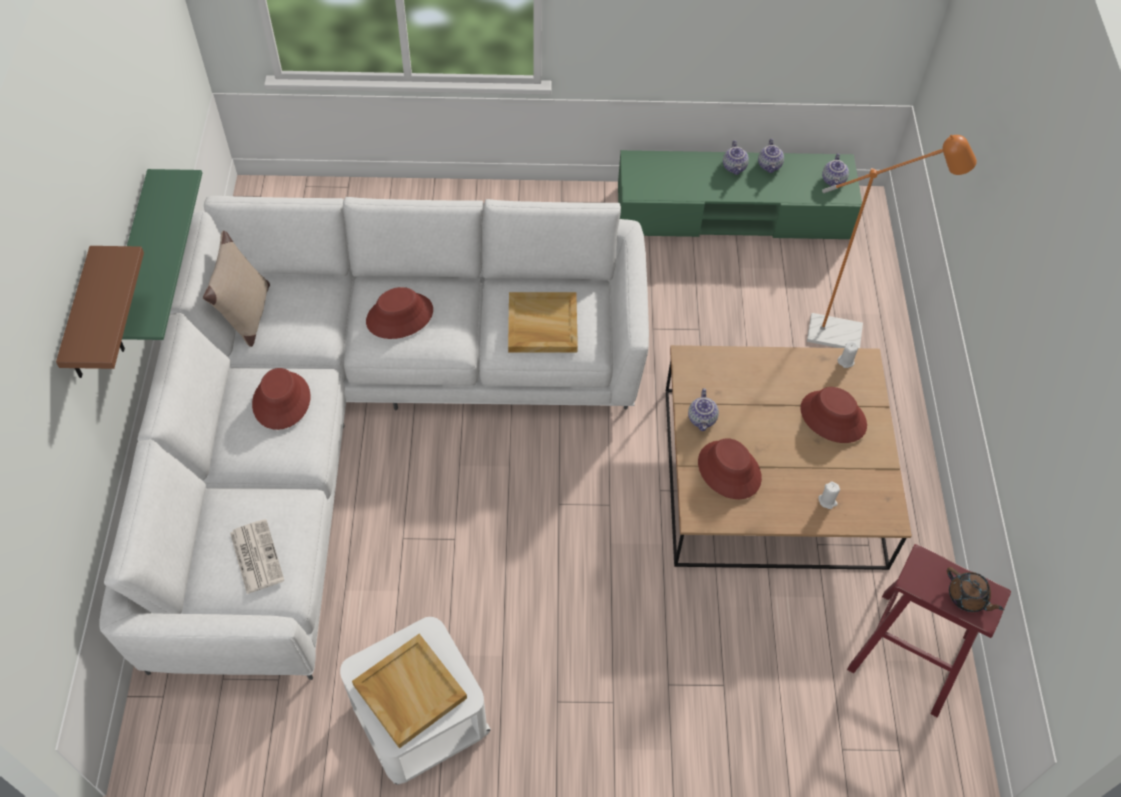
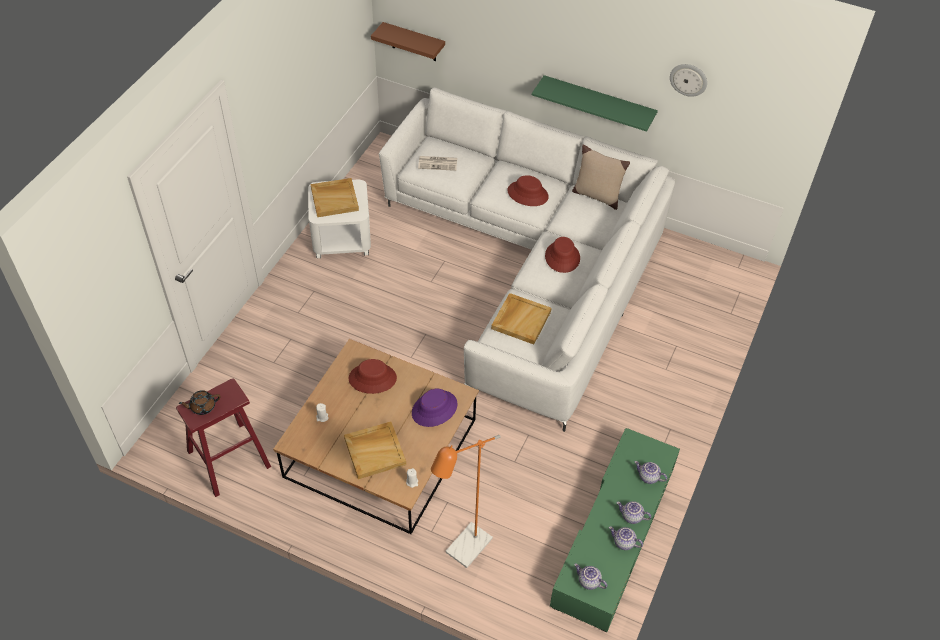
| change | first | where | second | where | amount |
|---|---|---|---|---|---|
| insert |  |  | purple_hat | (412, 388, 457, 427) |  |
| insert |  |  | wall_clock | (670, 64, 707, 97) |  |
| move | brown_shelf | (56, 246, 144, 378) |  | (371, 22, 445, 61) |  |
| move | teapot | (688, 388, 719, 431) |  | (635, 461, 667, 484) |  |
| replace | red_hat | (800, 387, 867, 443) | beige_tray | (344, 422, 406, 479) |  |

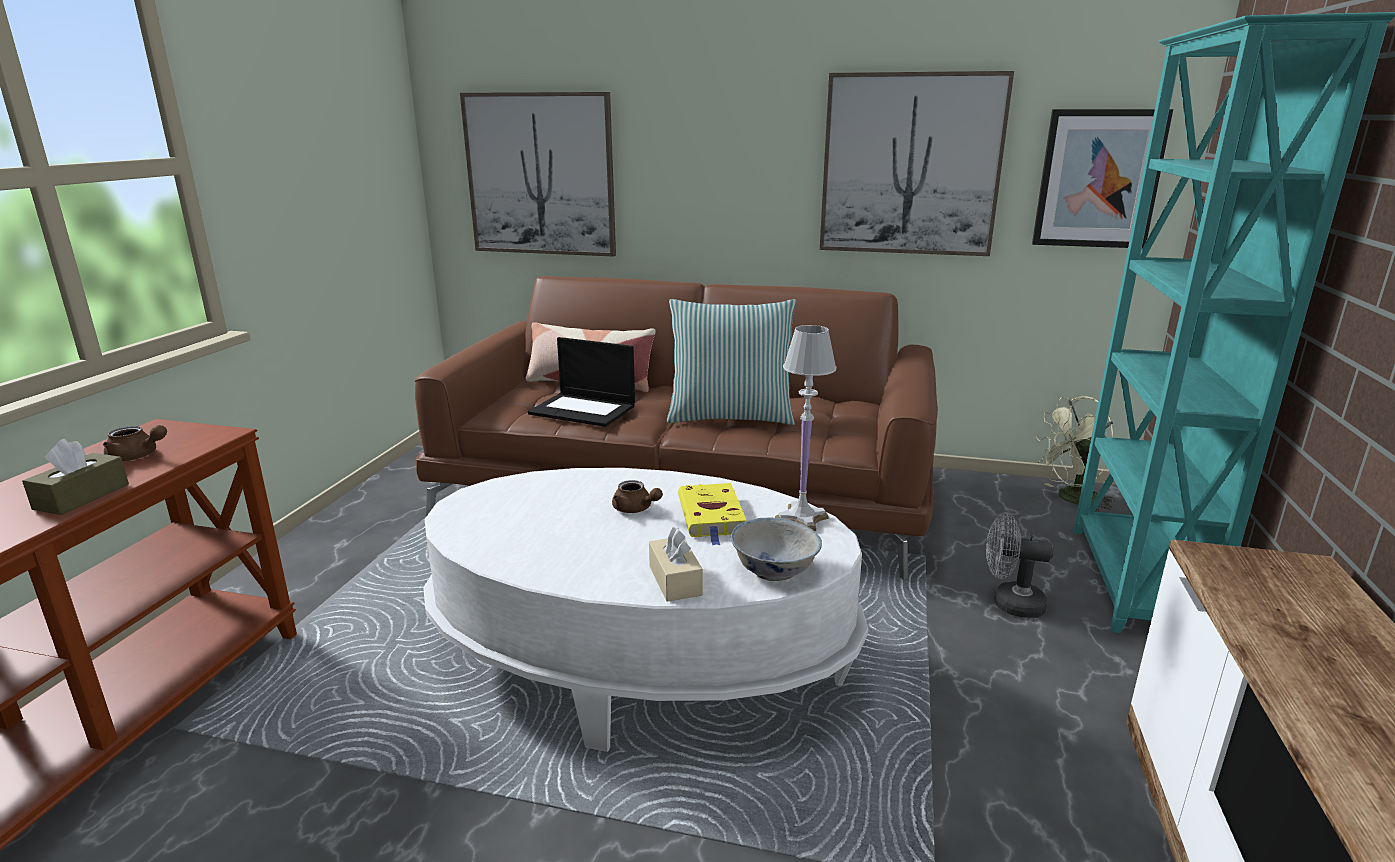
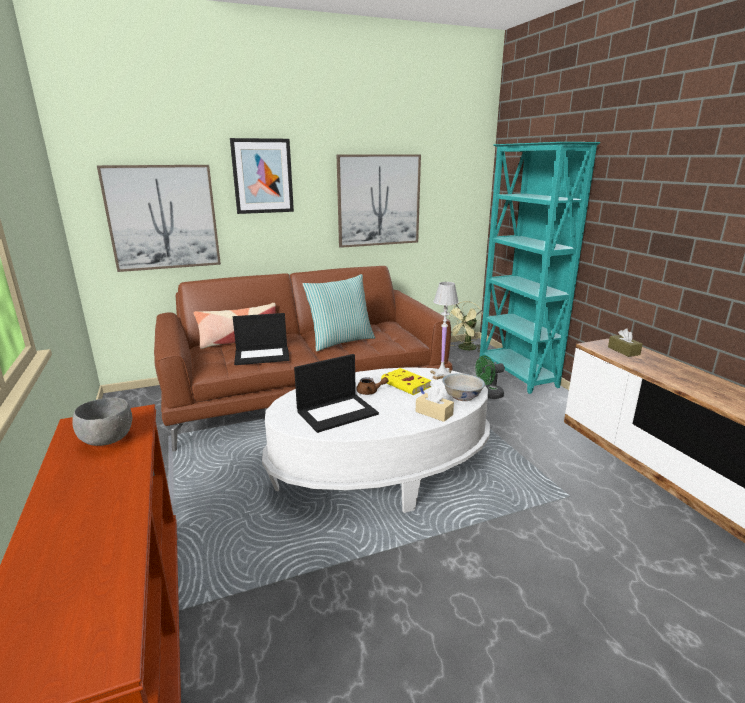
| change | first | where | second | where | amount |
|---|---|---|---|---|---|
| insert |  |  | laptop | (294, 354, 379, 433) |  |
| move | brown_tissue_box | (22, 439, 129, 515) |  | (608, 329, 643, 357) |  |
| move | picture | (1032, 109, 1173, 248) |  | (230, 138, 294, 214) |  |
| replace | brown_teapot | (103, 425, 167, 461) | grey_bowl | (72, 397, 132, 446) |  |
| recolor | grey_fan | (986, 513, 1054, 618) | green_fan | (475, 355, 505, 399) |  |

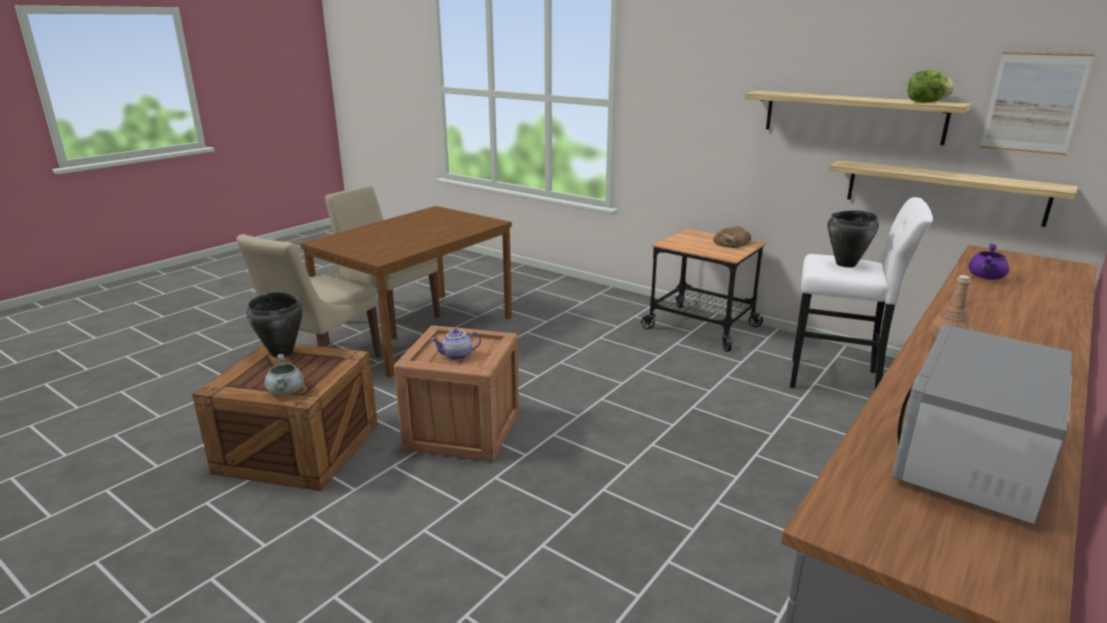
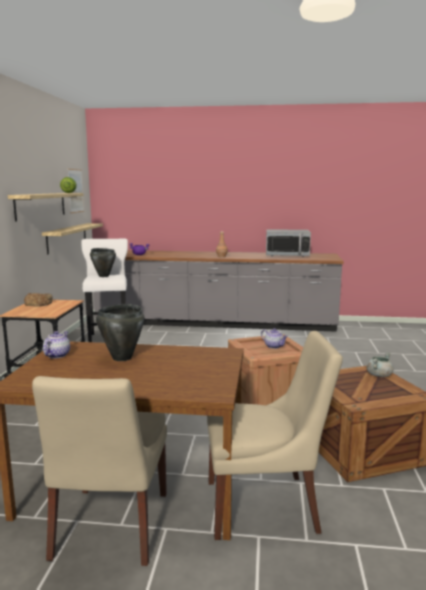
| change | first | where | second | where | amount |
|---|---|---|---|---|---|
| insert |  |  | teapot | (43, 331, 70, 358) |  |
| move | black_cooking_pot | (246, 292, 303, 358) |  | (96, 304, 144, 361) |  |

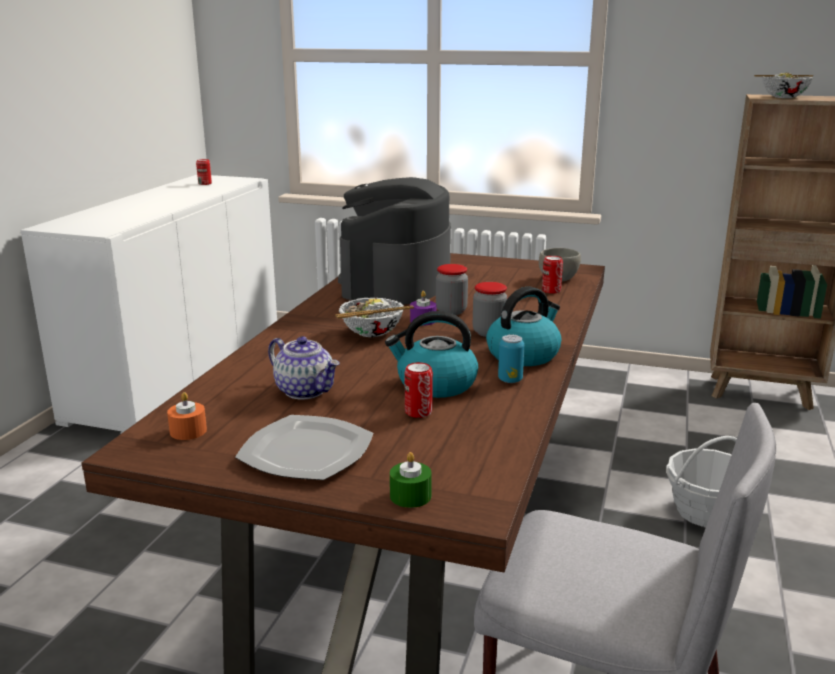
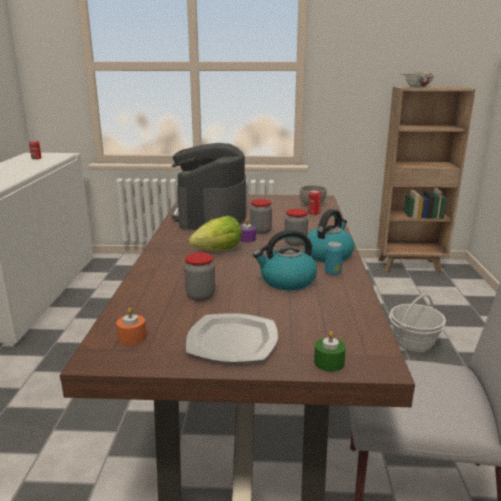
| change | first | where | second | where | amount |
|---|---|---|---|---|---|
| delete | can | (405, 362, 433, 418) |  |  |  |
| replace | teapot | (268, 336, 340, 399) | jar | (184, 252, 215, 301) |  |
| replace | bowl | (335, 298, 414, 337) | lettuce | (189, 216, 242, 250) |  |

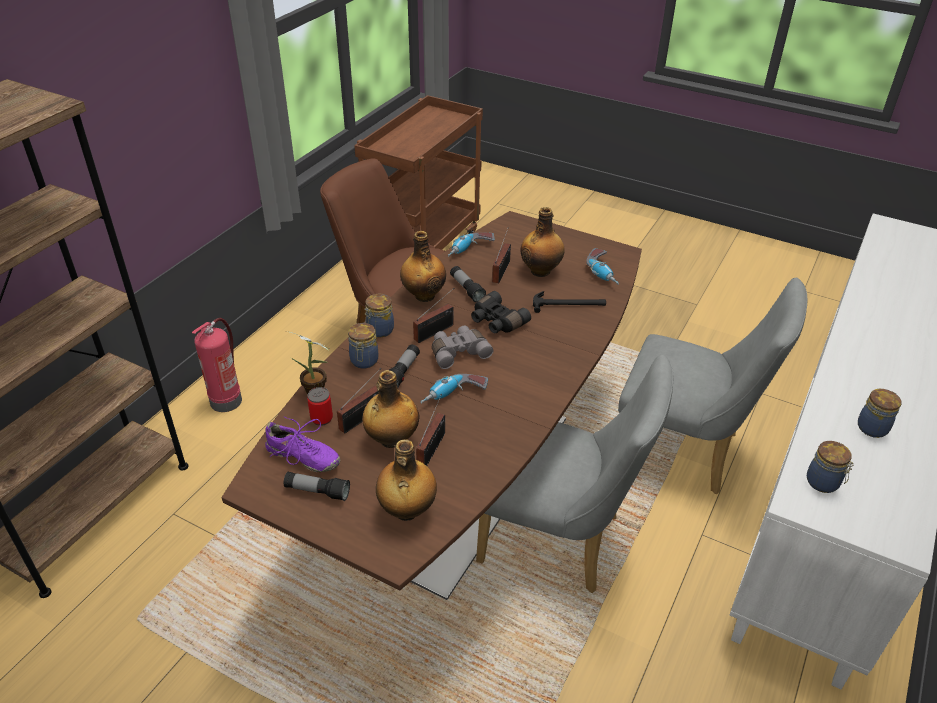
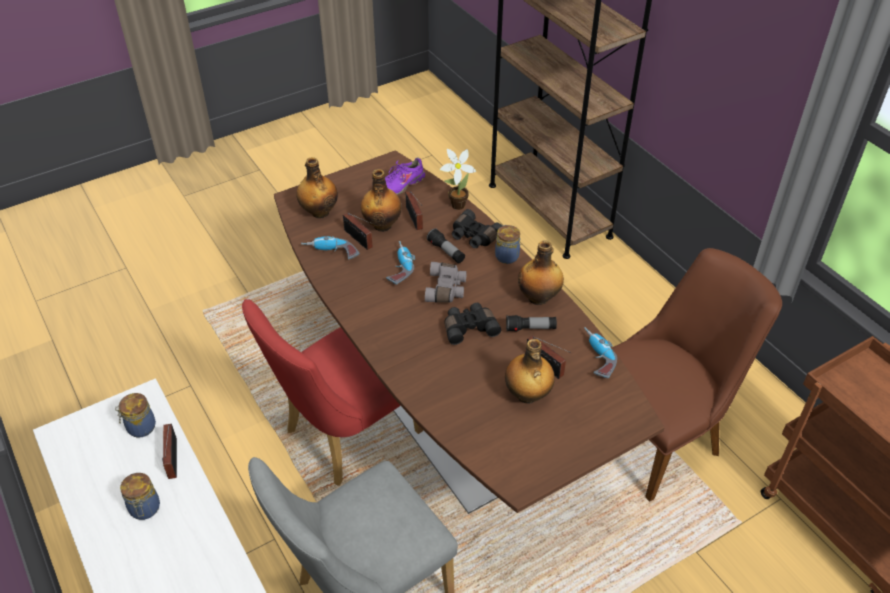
| change | first | where | second | where | amount |
|---|---|---|---|---|---|
| delete | fire_extinguisher | (192, 318, 242, 412) |  |  |  |
| delete | flashlight | (284, 472, 350, 501) |  |  |  |
| delete | can | (307, 387, 333, 426) |  |  |  |
| delete | hammer | (533, 291, 606, 313) |  |  |  |
| move | radio | (413, 288, 454, 343) |  | (162, 424, 177, 479) |  |
| move | power_drill | (586, 249, 619, 284) |  | (301, 236, 360, 260) |  |
| replace | jar | (348, 323, 378, 369) | black_binoculars | (452, 209, 502, 248) |  |
| recolor | grey_chair | (476, 355, 673, 593) | red_chair | (242, 299, 423, 486) |  |

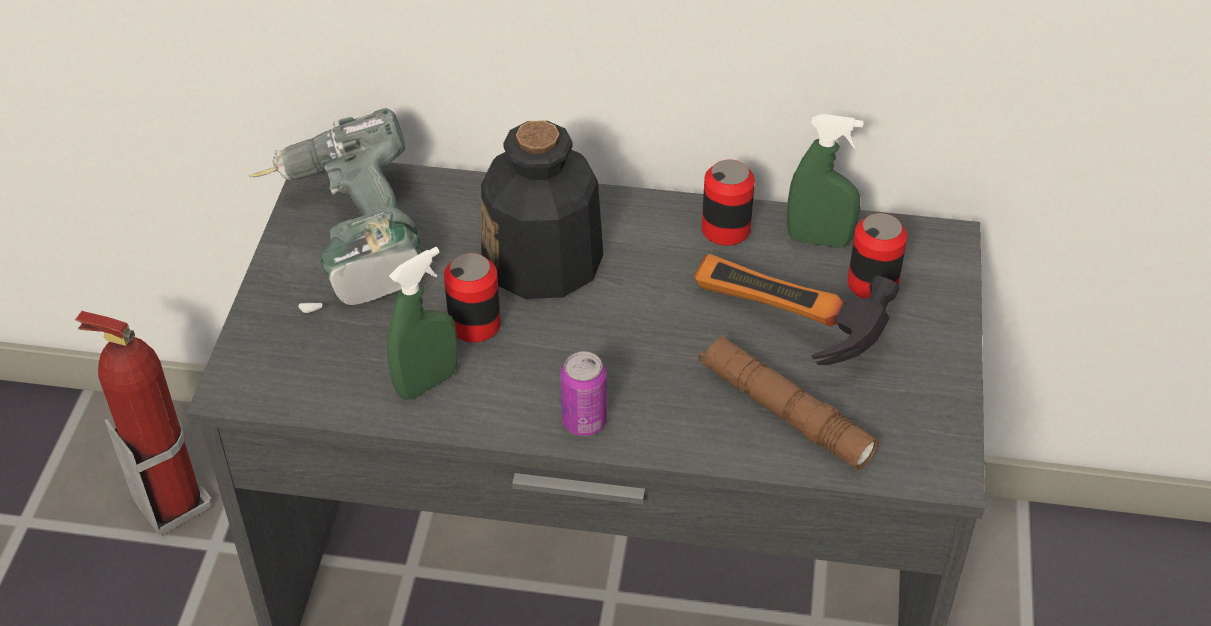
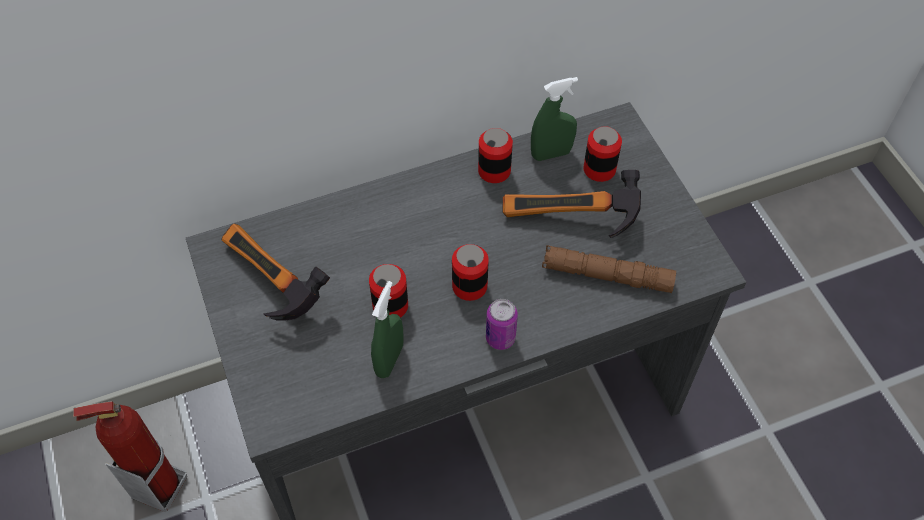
| change | first | where | second | where | amount |
|---|---|---|---|---|---|
| delete | bottle | (481, 120, 603, 299) |  |  |  |
| insert |  |  | can | (452, 244, 489, 301) |  |
| replace | power_drill | (249, 108, 425, 313) | hammer | (222, 223, 330, 321) |  |

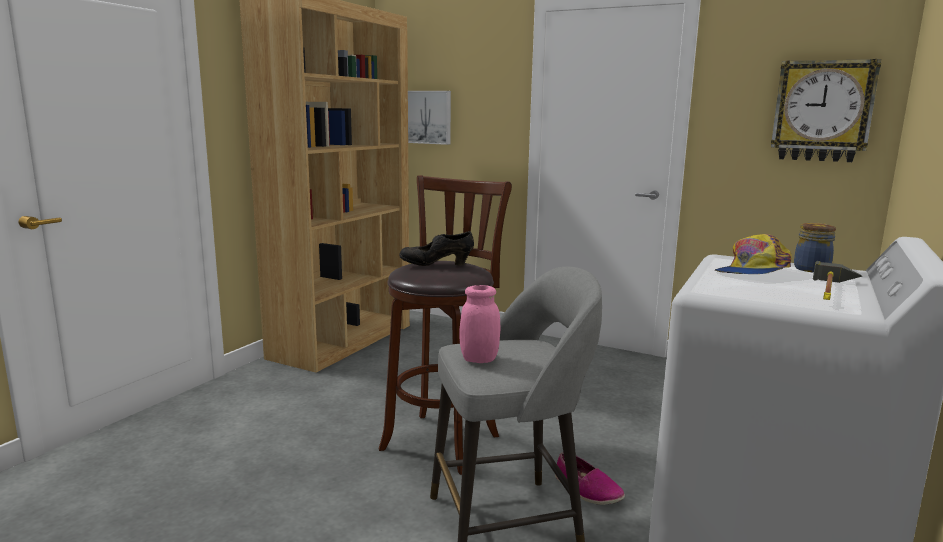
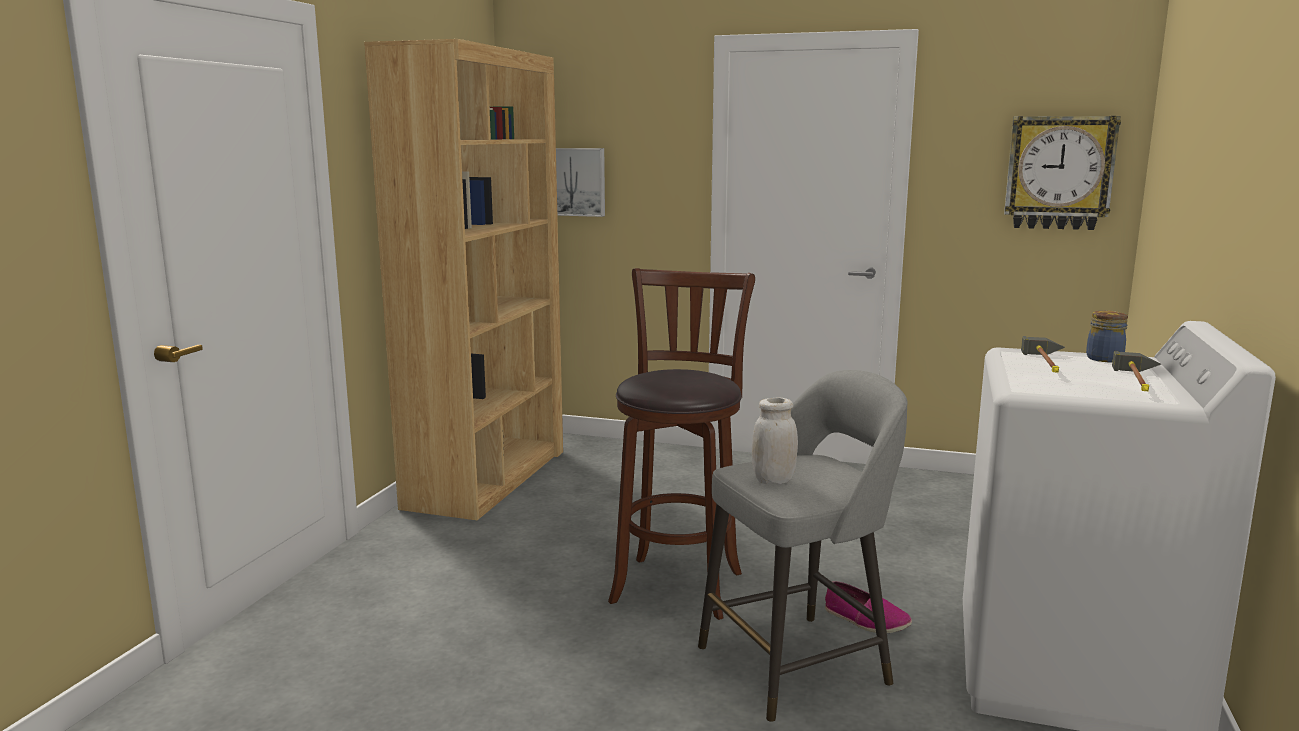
| change | first | where | second | where | amount |
|---|---|---|---|---|---|
| delete | black_shoe | (399, 231, 474, 266) |  |  |  |
| replace | cap | (715, 234, 792, 274) | hammer | (1021, 336, 1065, 373) |  |
| recolor | pink_jar | (459, 285, 500, 363) | white_jar | (752, 398, 798, 484) |  |

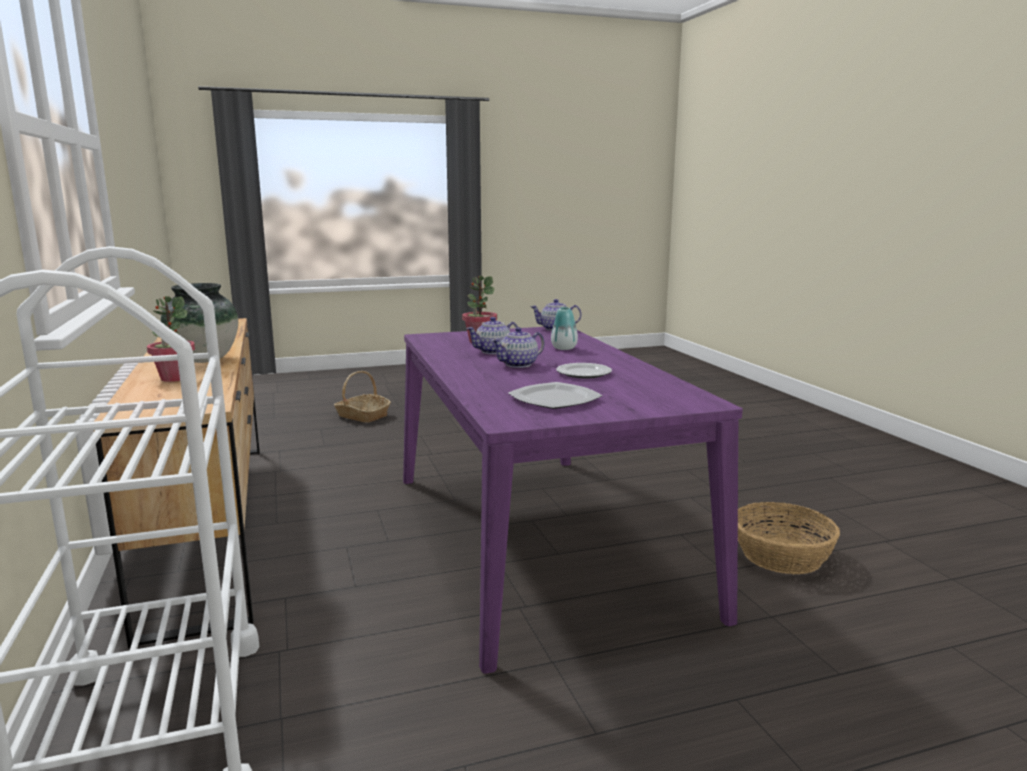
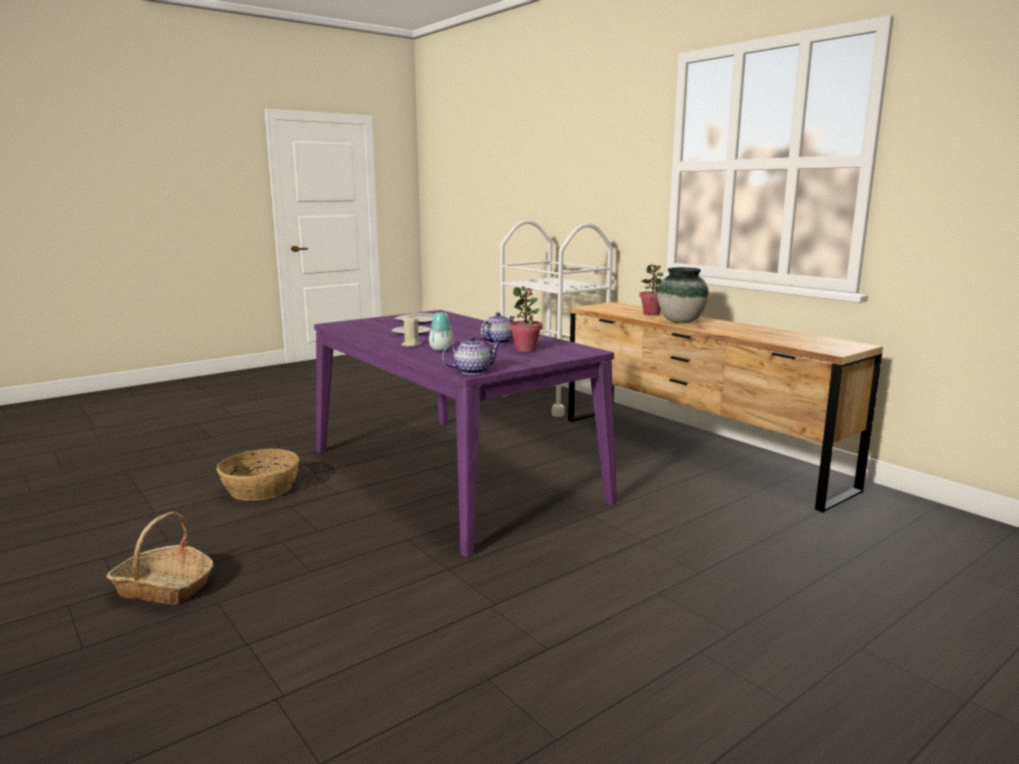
| change | first | where | second | where | amount |
|---|---|---|---|---|---|
| delete | teapot | (491, 327, 545, 368) |  |  |  |
| insert |  |  | beige_candle | (401, 315, 421, 347) |  |
| move | basket | (334, 371, 391, 423) |  | (106, 512, 214, 605) |  |

